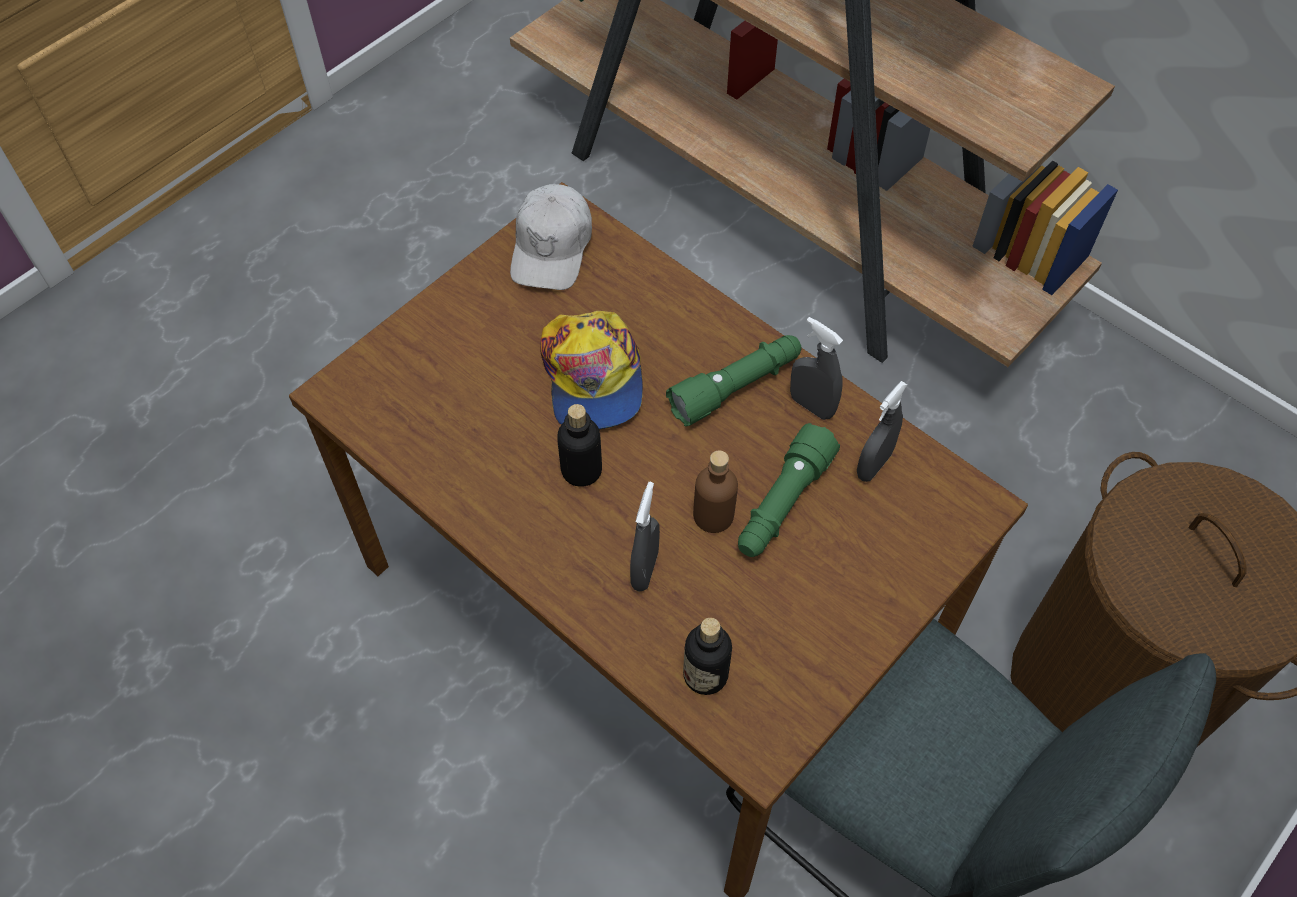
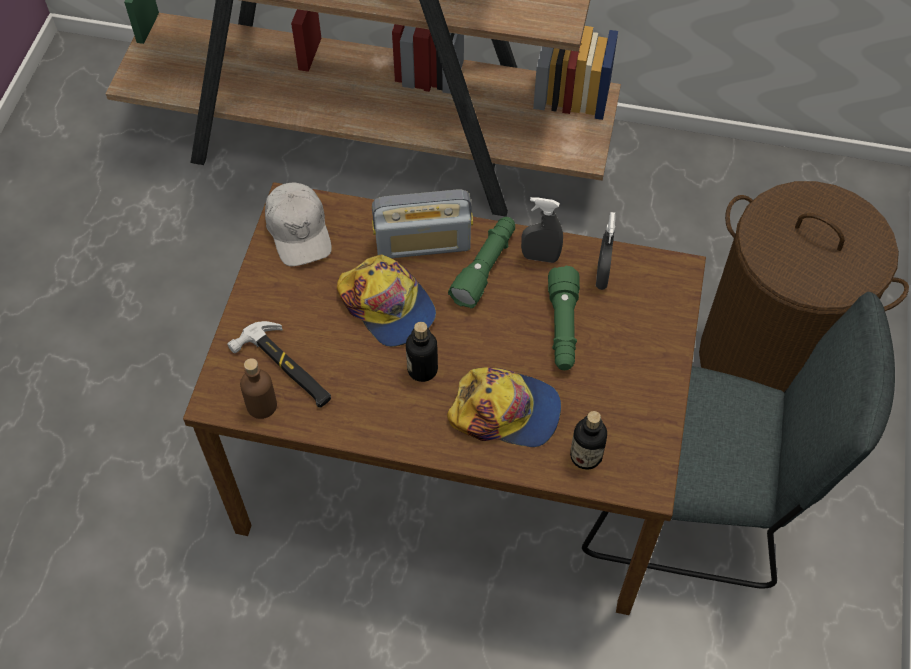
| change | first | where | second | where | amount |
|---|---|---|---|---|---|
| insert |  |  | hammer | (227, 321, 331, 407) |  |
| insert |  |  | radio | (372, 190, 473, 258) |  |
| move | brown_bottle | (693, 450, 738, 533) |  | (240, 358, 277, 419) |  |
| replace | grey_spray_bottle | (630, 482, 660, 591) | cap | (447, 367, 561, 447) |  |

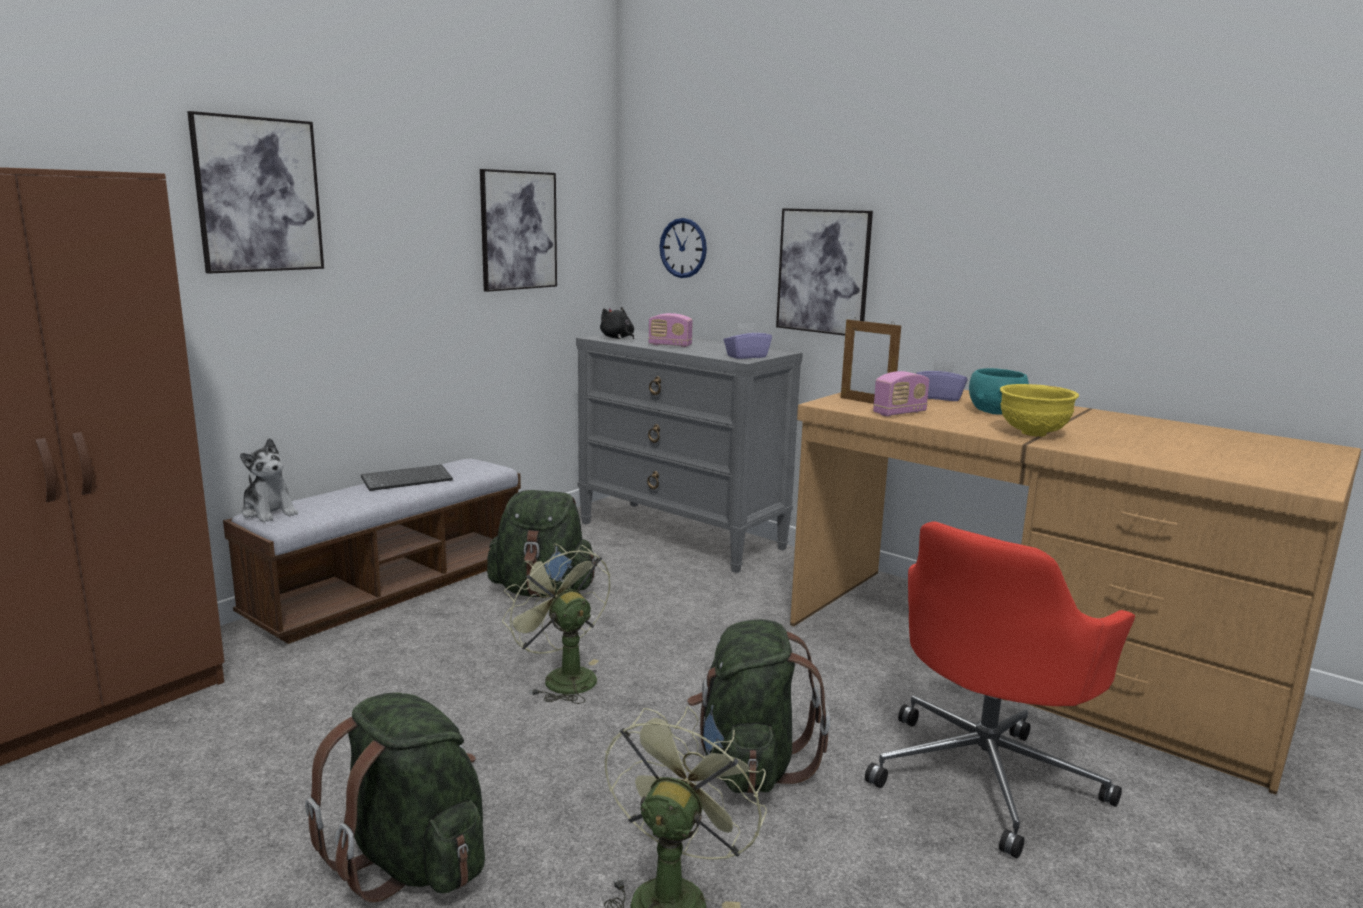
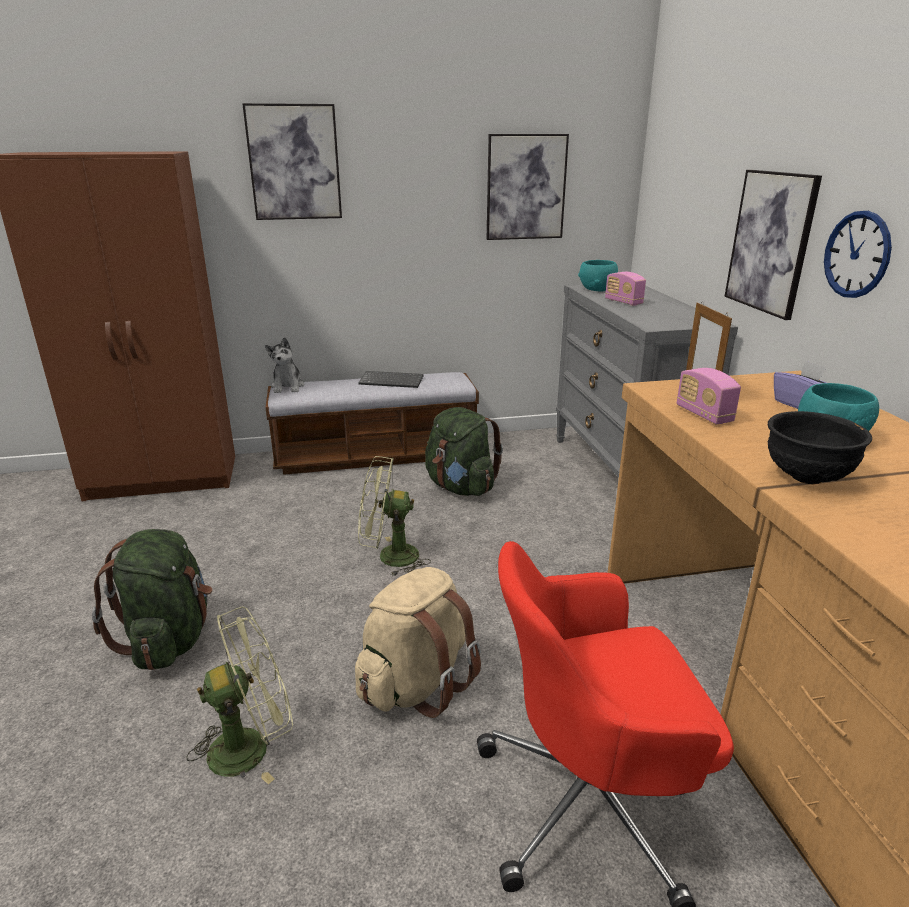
| change | first | where | second | where | amount |
|---|---|---|---|---|---|
| delete | purple_tissue_box | (724, 323, 772, 359) |  |  |  |
| move | wall_clock | (659, 218, 707, 278) |  | (824, 211, 892, 298) |  |
| replace | black_plush_toy | (600, 307, 634, 339) | turquoise_bowl | (578, 260, 618, 292) |  |
| recolor | green_backpack | (687, 619, 830, 794) | beige_backpack | (355, 567, 481, 718) |  |
| recolor | yellow_bowl | (1000, 384, 1079, 437) | black_bowl | (768, 411, 872, 484) |  |
| rotate | green_fan | (502, 543, 610, 704) |  | (358, 456, 431, 576) | 90 degrees counterclockwise |
| rotate | radio | (873, 371, 929, 417) |  | (677, 368, 741, 424) | 60 degrees clockwise |

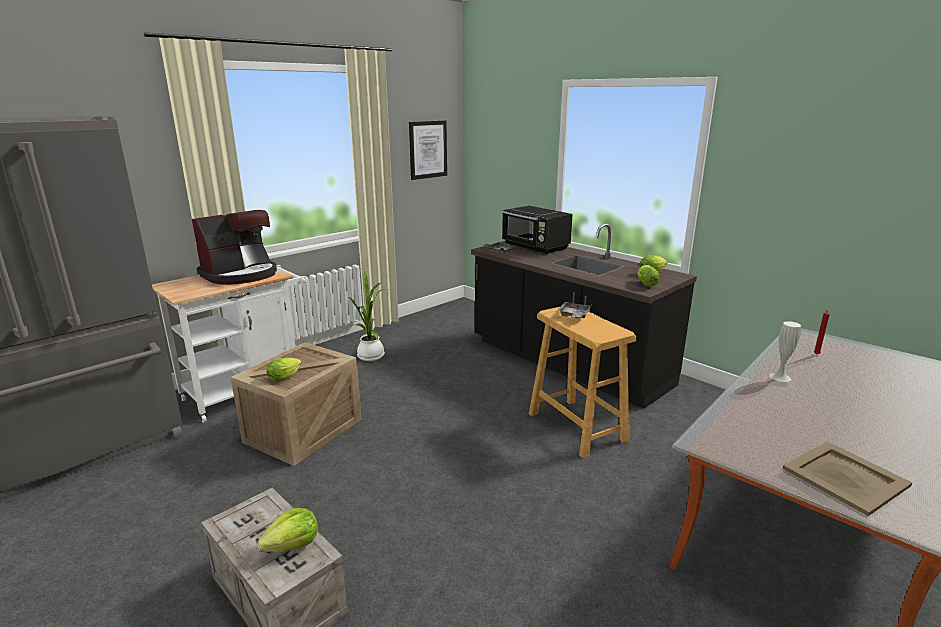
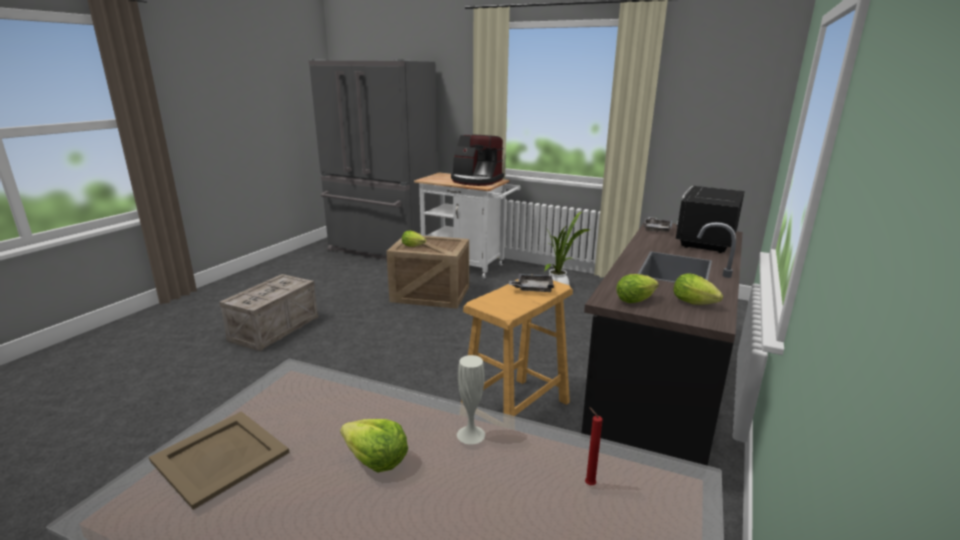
| change | first | where | second | where | amount |
|---|---|---|---|---|---|
| delete | picture | (409, 120, 447, 180) |  |  |  |
| move | lettuce | (257, 508, 318, 552) |  | (340, 419, 408, 473) |  |

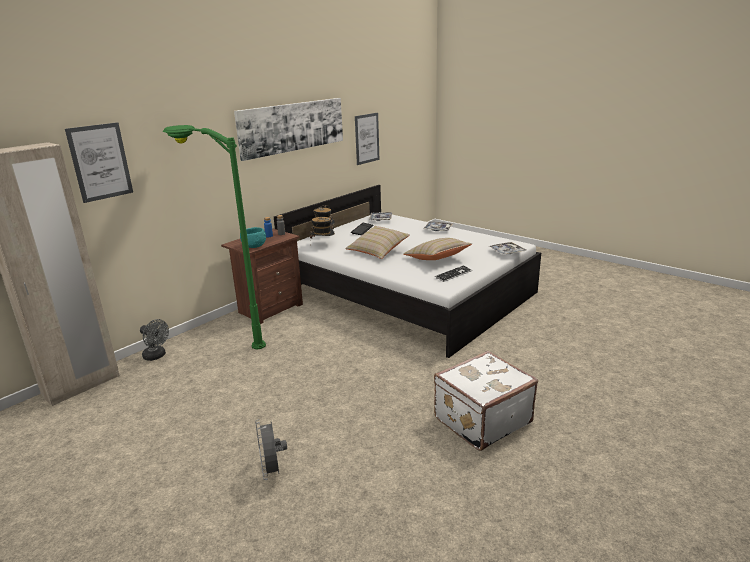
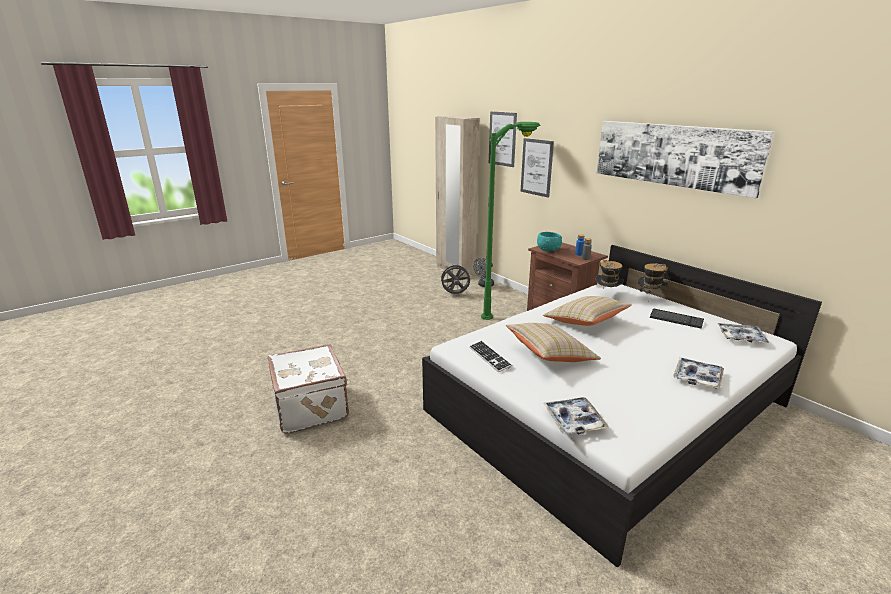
| change | first | where | second | where | amount |
|---|---|---|---|---|---|
| move | grey_fan | (255, 419, 287, 480) |  | (439, 264, 470, 294) |  |
| move | picture | (355, 113, 379, 165) |  | (520, 138, 554, 198) |  |

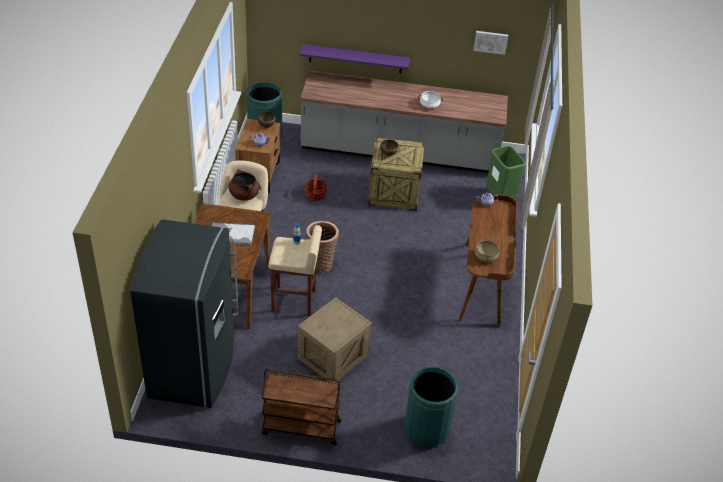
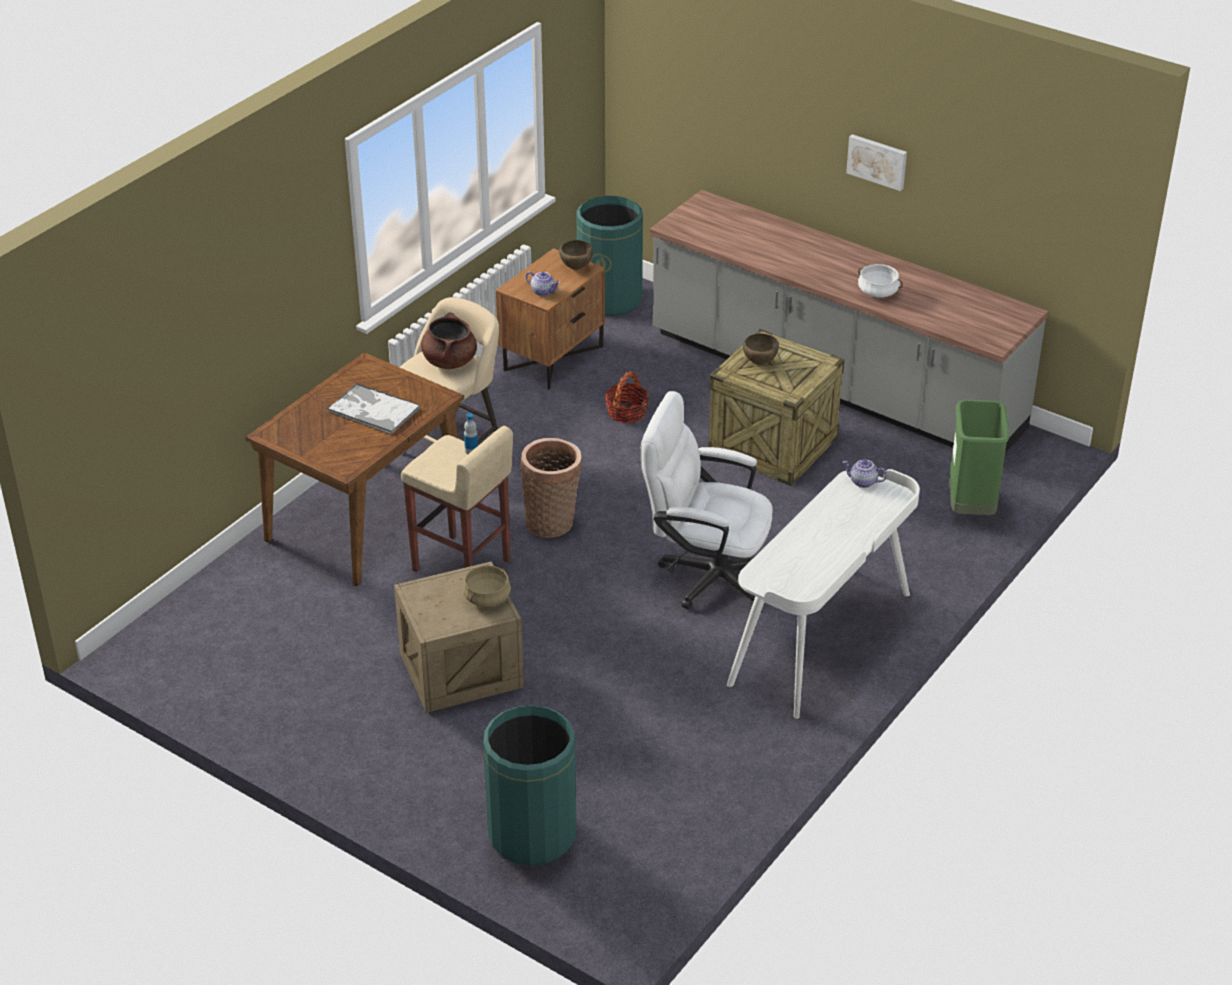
| change | first | where | second | where | amount |
|---|---|---|---|---|---|
| delete | grey_fridge | (130, 219, 238, 408) |  |  |  |
| delete | brown_cart | (261, 369, 341, 445) |  |  |  |
| delete | purple_shelf | (299, 44, 410, 73) |  |  |  |
| insert |  |  | white_office_chair | (641, 391, 773, 609) |  |
| move | picture | (473, 31, 508, 55) |  | (846, 134, 907, 191) |  |
| move | beige_cooking_pot | (475, 240, 499, 262) |  | (463, 565, 511, 607) |  |
| recolor | brown_desk | (458, 194, 518, 327) | white_desk | (727, 469, 920, 719) |  |

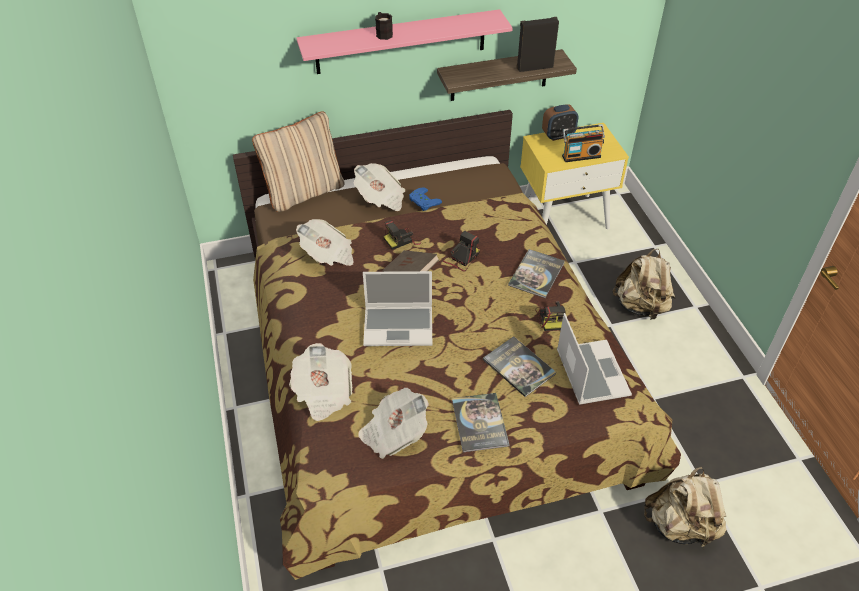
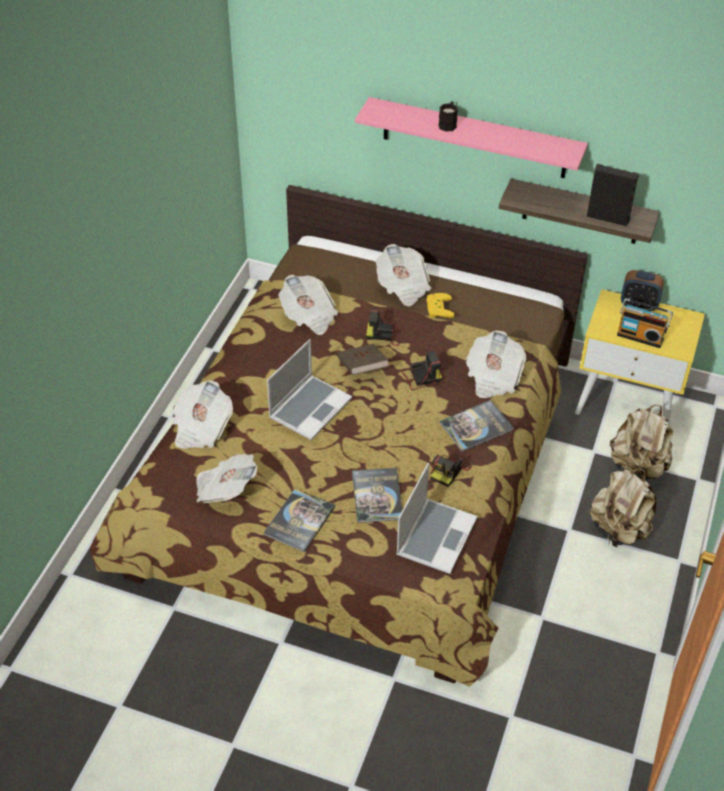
| change | first | where | second | where | amount |
|---|---|---|---|---|---|
| delete | beige_pillow | (252, 111, 344, 212) |  |  |  |
| insert |  |  | newspaper | (466, 331, 526, 398) |  |
| move | beige_backpack | (644, 467, 727, 549) |  | (610, 405, 673, 481) |  |
| recolor | blue_game_controller | (409, 187, 442, 211) | yellow_game_controller | (427, 293, 454, 318) |  |
| rotate | laptop | (363, 271, 432, 346) |  | (267, 339, 352, 440) | 90 degrees counterclockwise |

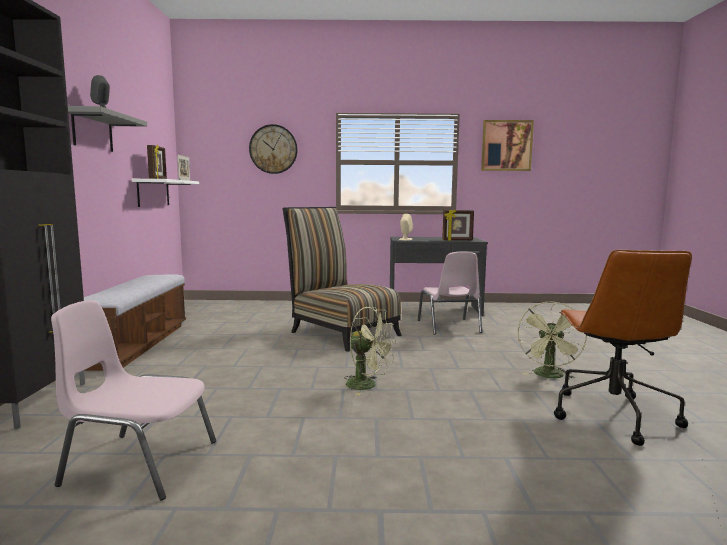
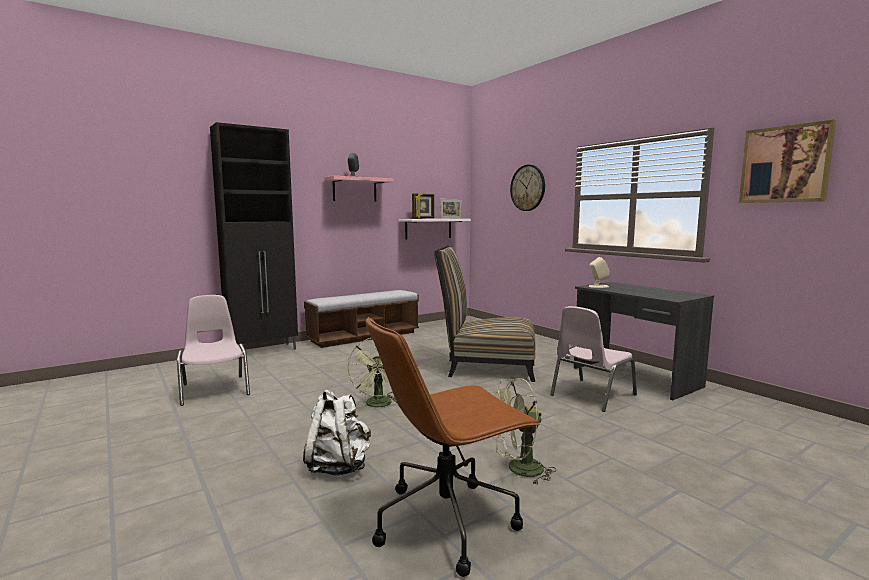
| change | first | where | second | where | amount |
|---|---|---|---|---|---|
| delete | picture_frame | (442, 209, 474, 241) |  |  |  |
| insert |  |  | white_backpack | (303, 389, 371, 475) |  |
| recolor | grey_shelf | (68, 106, 147, 152) | pink_shelf | (324, 176, 394, 201) |  |
| rotate | chair | (282, 207, 402, 352) |  | (434, 246, 535, 382) | 90 degrees counterclockwise |

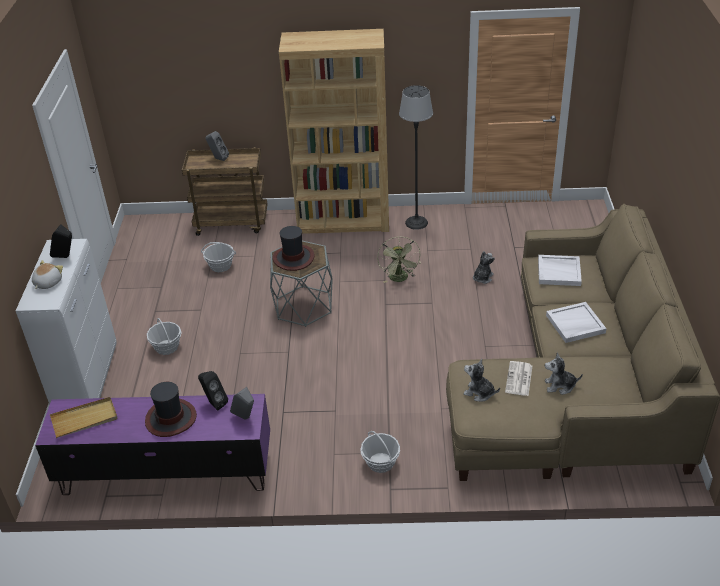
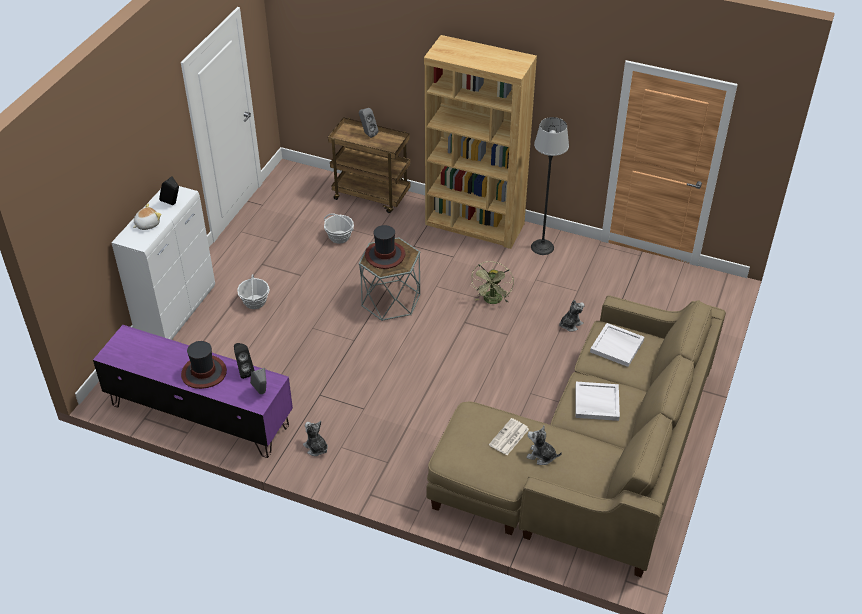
| change | first | where | second | where | amount |
|---|---|---|---|---|---|
| delete | beige_tray | (50, 397, 117, 438) |  |  |  |
| delete | basket | (360, 431, 400, 473) |  |  |  |
| move | plush_toy | (463, 359, 500, 402) |  | (303, 421, 328, 456) |  |

